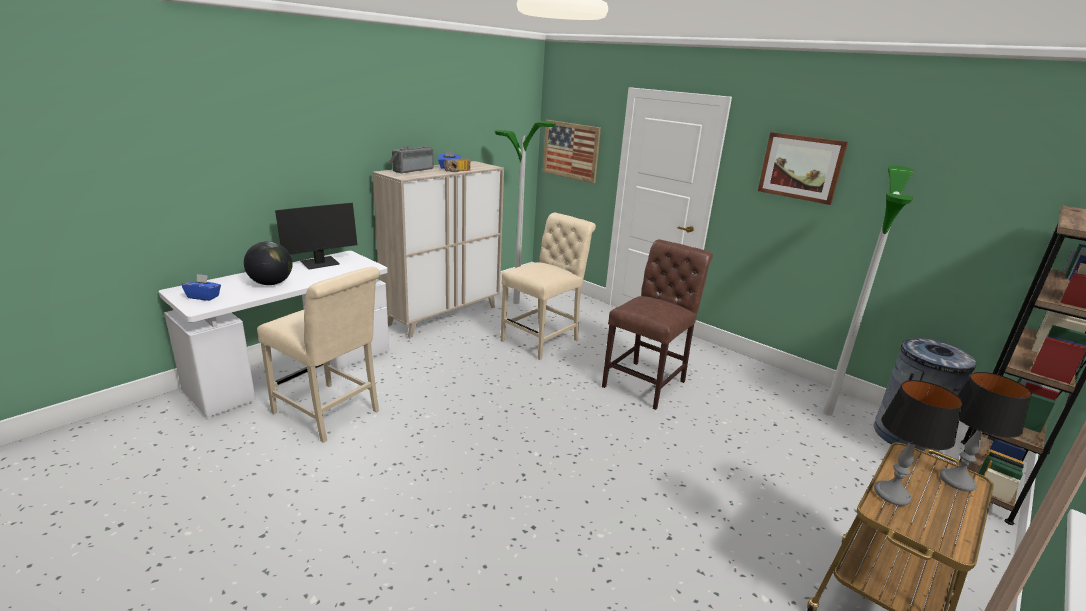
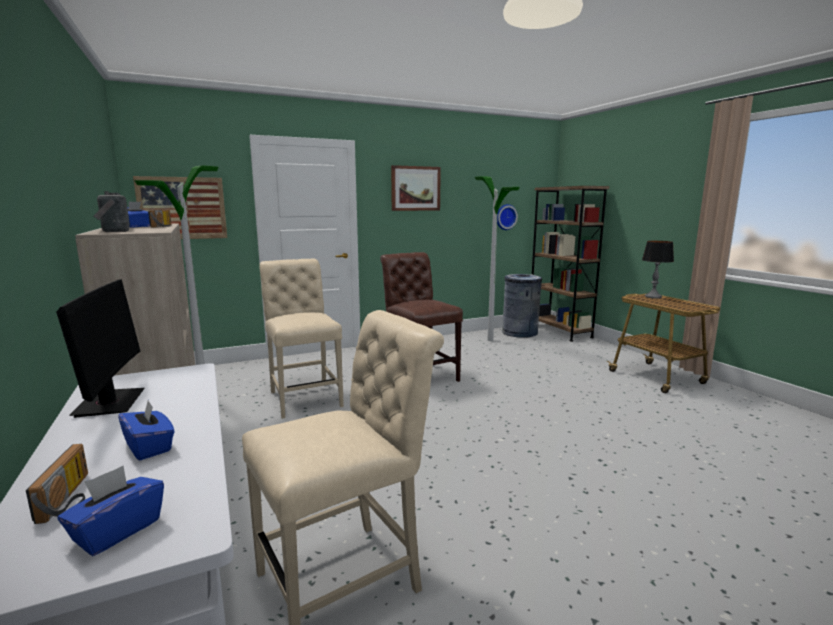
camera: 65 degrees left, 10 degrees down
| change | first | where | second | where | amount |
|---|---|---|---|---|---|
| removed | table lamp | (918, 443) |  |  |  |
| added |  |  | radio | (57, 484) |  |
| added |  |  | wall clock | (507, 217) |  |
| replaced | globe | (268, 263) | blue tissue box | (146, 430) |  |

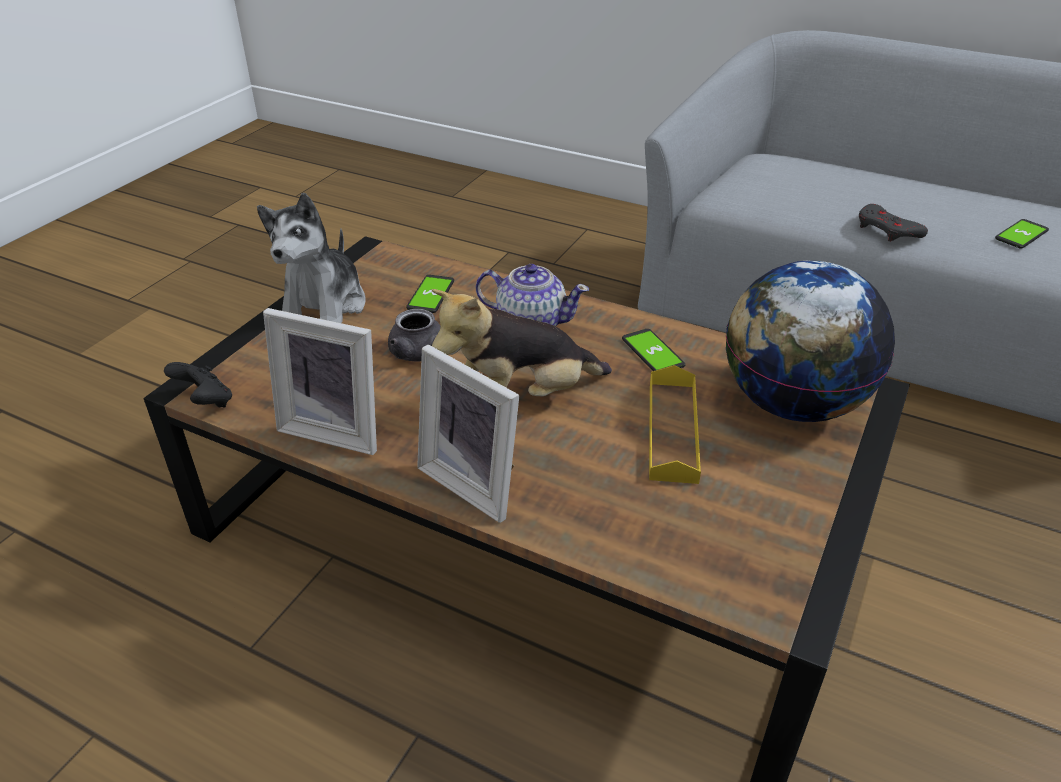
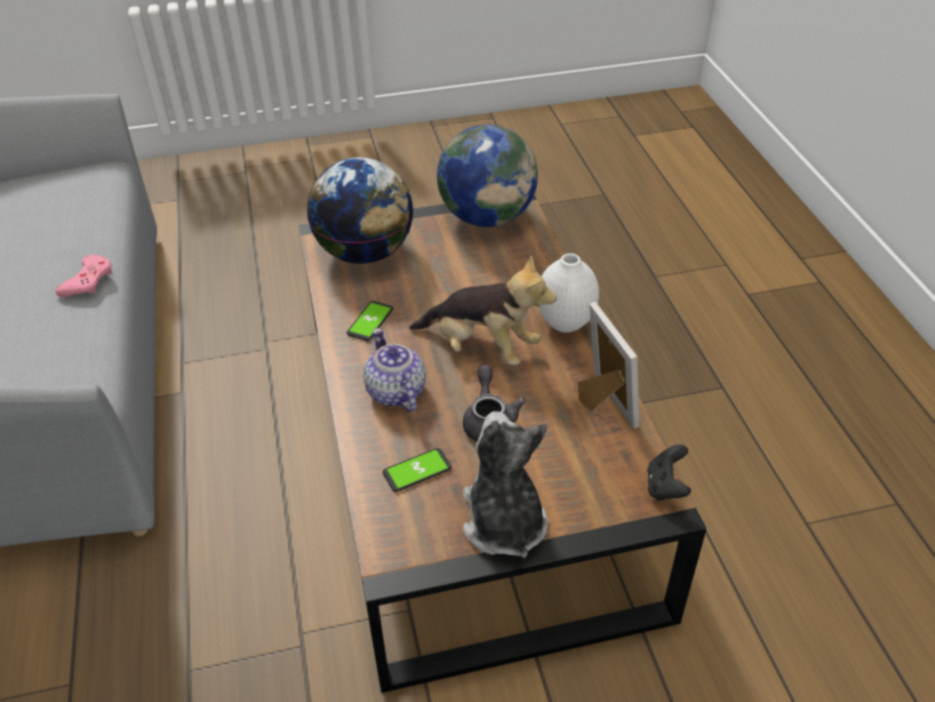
camera: 130 degrees left, 5 degrees up
| change | first | where | second | where | amount |
|---|---|---|---|---|---|
| removed | yellow tray | (675, 424) |  |  |  |
| removed | phone | (1022, 233) |  |  |  |
| added |  |  | globe | (487, 176) |  |
| replaced | picture frame | (468, 433) | white vase | (568, 293) |  |
| recoloured | grey game controller | (893, 223) | pink game controller | (84, 275) |  |
| turned | plush toy | (311, 258) |  | (505, 484) | 75 degrees counterclockwise |

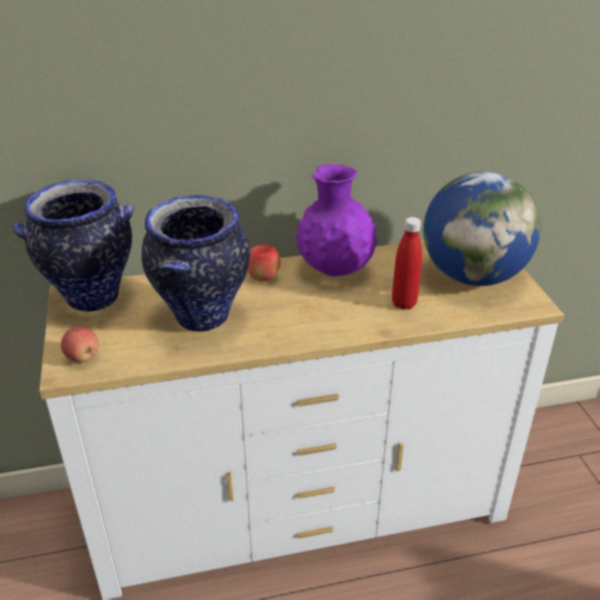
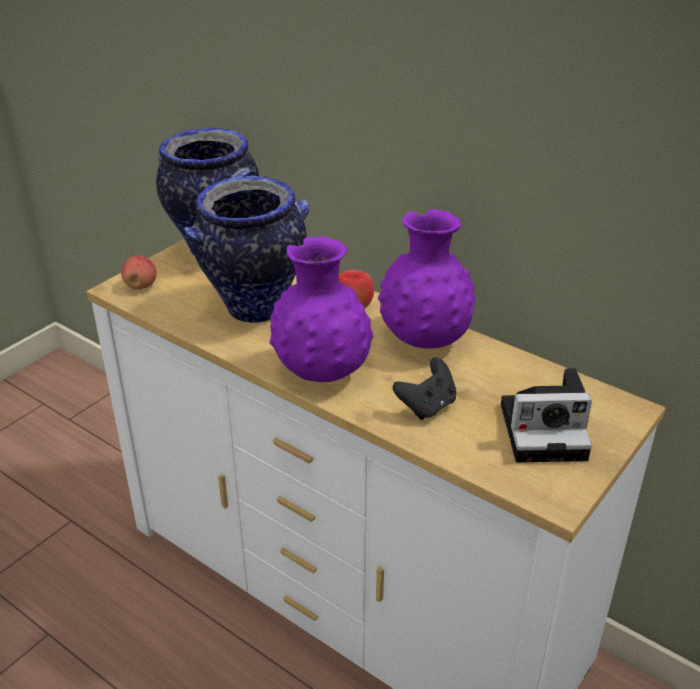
camera: 50 degrees right, 0 degrees up
| change | first | where | second | where | amount |
|---|---|---|---|---|---|
| added |  |  | purple vase | (321, 309) |  |
| replaced | red bottle | (407, 263) | black game controller | (425, 389) |  |
| replaced | globe | (482, 229) | photo camera | (546, 415) |  |

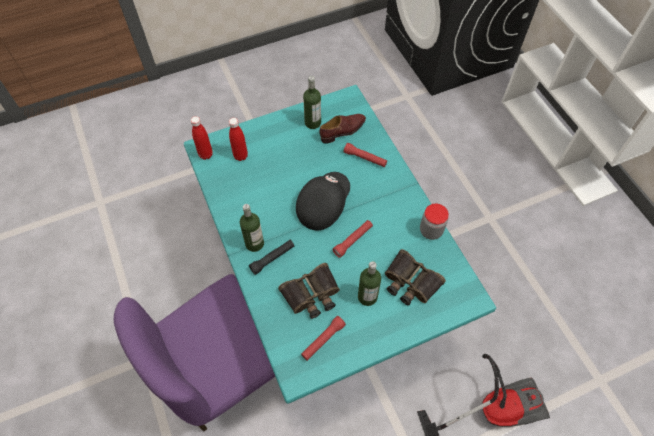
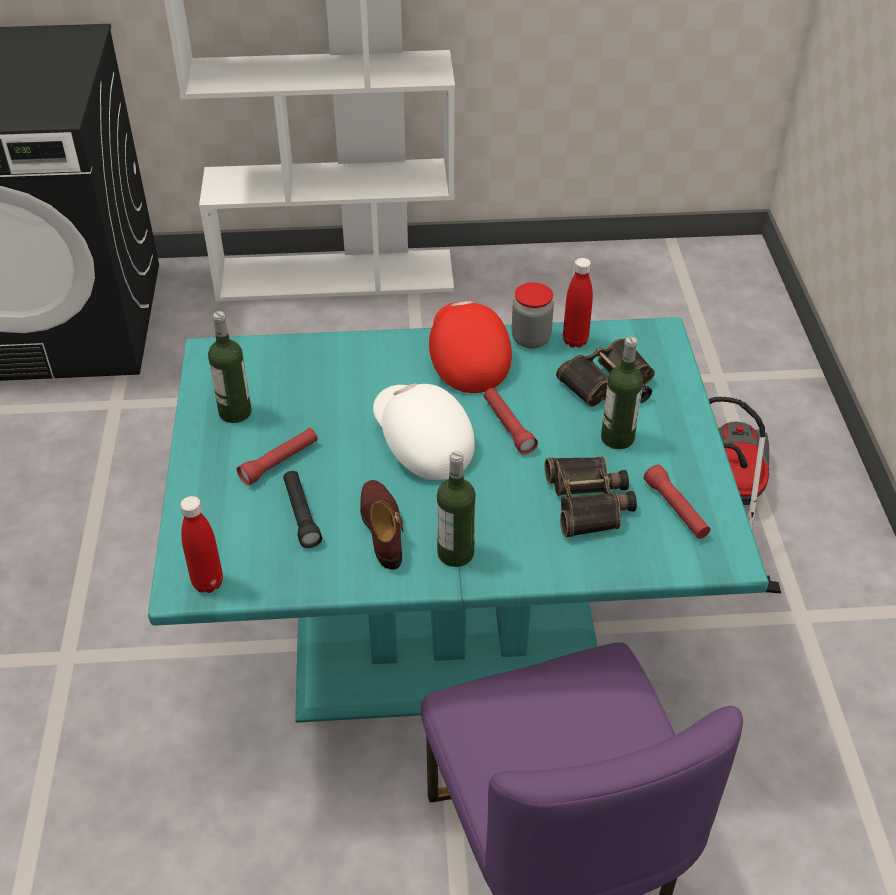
camera: 70 degrees left, 15 degrees down
| change | first | where | second | where | amount |
|---|---|---|---|---|---|
| added |  |  | red cap | (470, 347) |  |
| moved | red bottle | (238, 139) |  | (578, 303) |  |
| moved | black flashlight | (272, 257) |  | (302, 509) |  |
| moved | brown shoe | (342, 129) |  | (381, 525) |  |
| moved | red flashlight | (365, 155) |  | (277, 457) |  |
| recoloured | black cap | (323, 201) | white cap | (424, 431) |  |

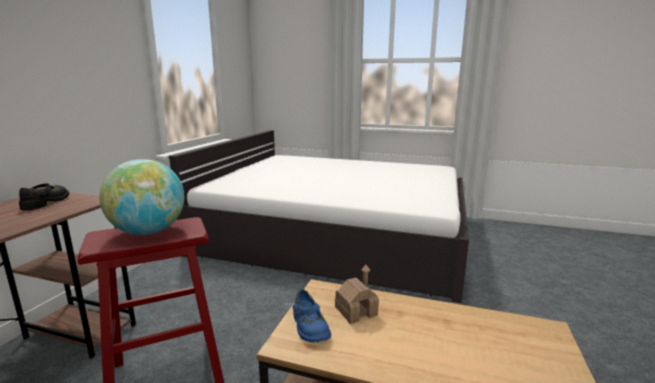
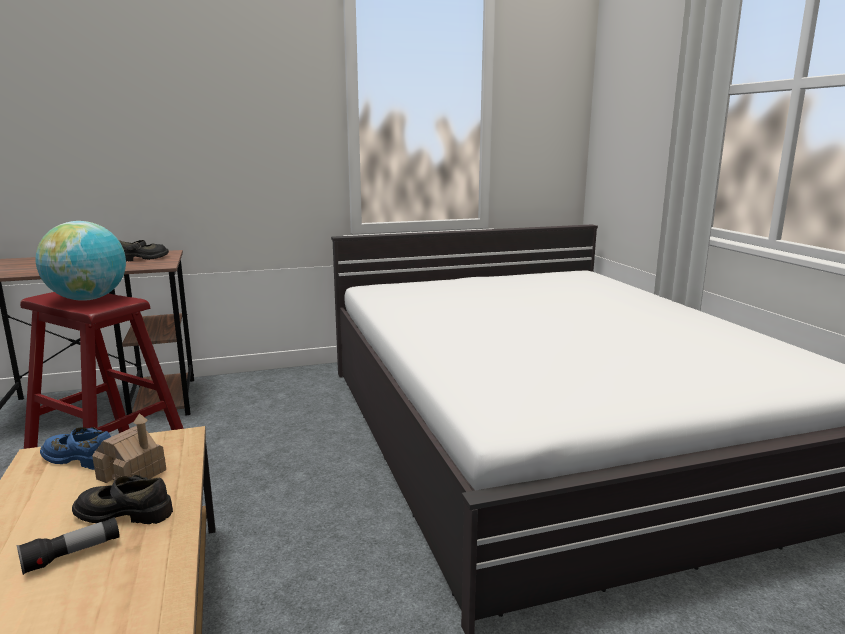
camera: 55 degrees right, 0 degrees up
| change | first | where | second | where | amount |
|---|---|---|---|---|---|
| added |  |  | flashlight | (68, 546) |  |
| added |  |  | black shoe | (122, 499) |  |
| turned | blue shoe | (312, 315) |  | (75, 448) | 75 degrees clockwise |

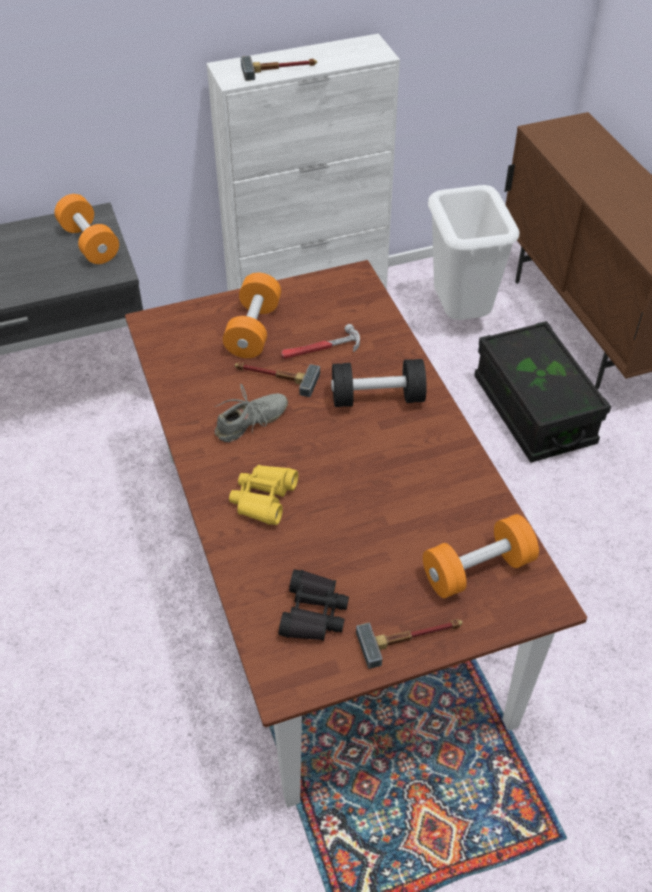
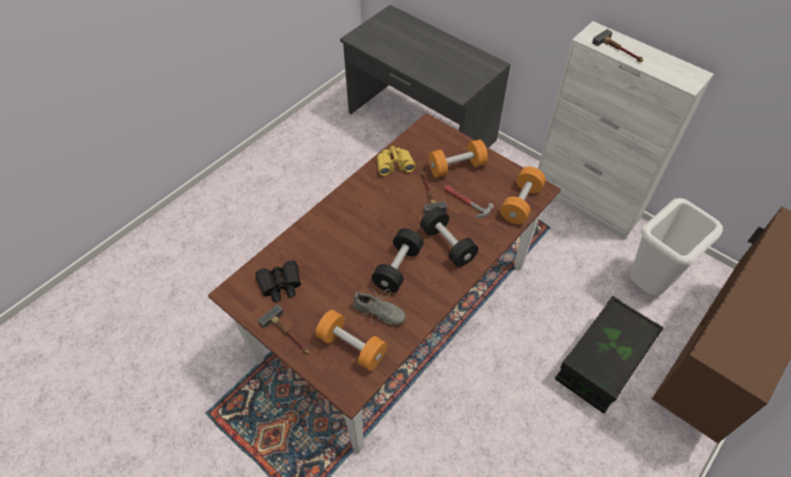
camera: 60 degrees right, 5 degrees up
| change | first | where | second | where | amount |
|---|---|---|---|---|---|
| added |  |  | black dumbbell | (398, 260) |  |
| moved | orange dumbbell | (86, 229) |  | (523, 195) |  |
| moved | grey shoe | (251, 413) |  | (379, 305) |  |
| moved | yellow binoculars | (263, 495) |  | (396, 161) |  |

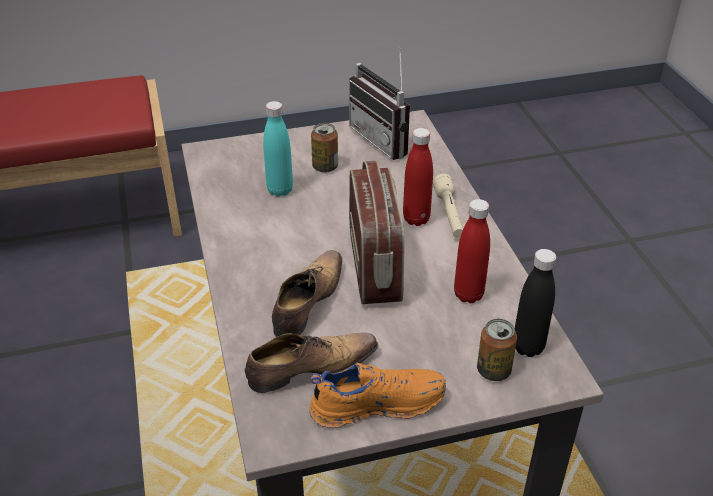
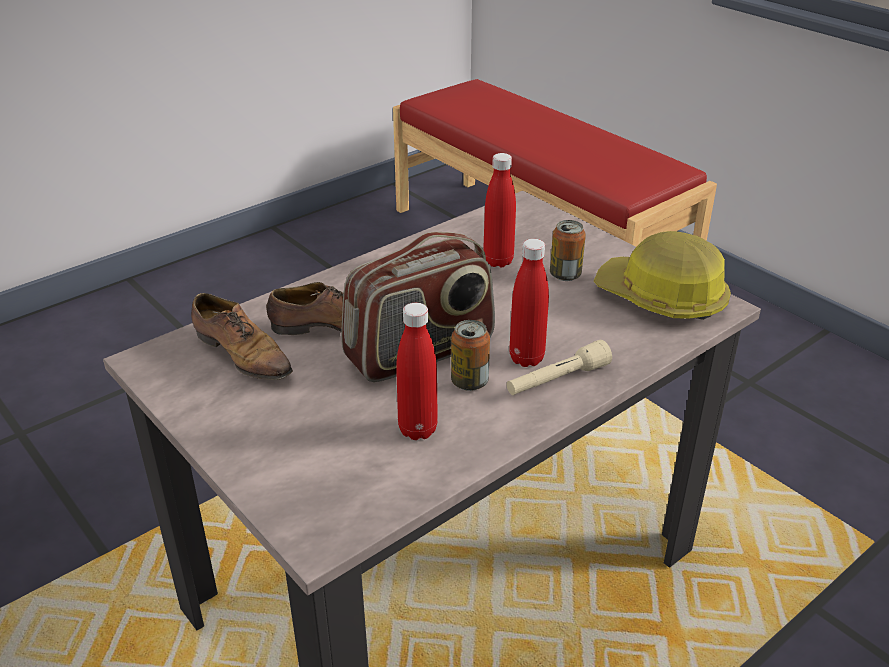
camera: 65 degrees right, 5 degrees down
| change | first | where | second | where | amount |
|---|---|---|---|---|---|
| removed | orange shoe | (377, 395) |  |  |  |
| removed | black bottle | (535, 303) |  |  |  |
| moved | can | (497, 350) |  | (470, 355) |  |
| replaced | radio | (379, 104) | hard hat | (662, 275) |  |
| recoloured | turquoise bottle | (278, 149) | red bottle | (499, 210) |  |

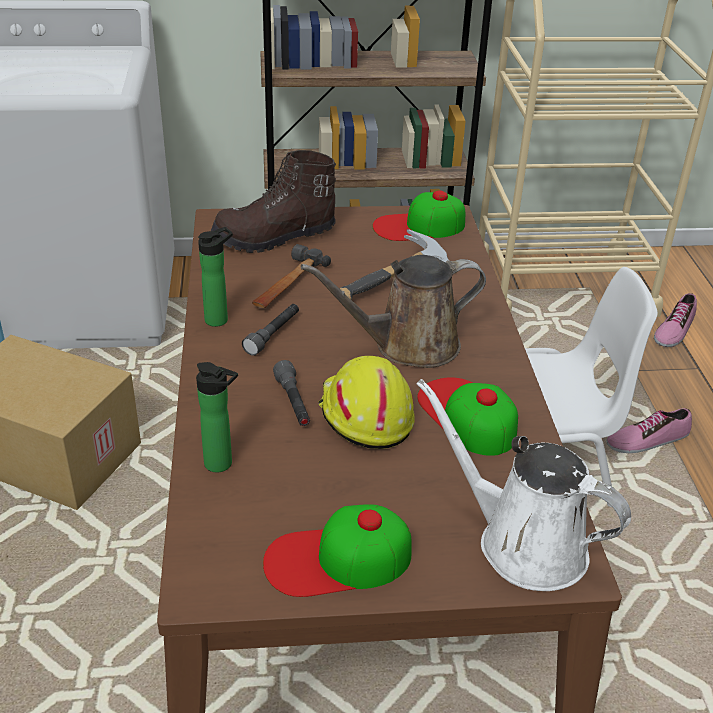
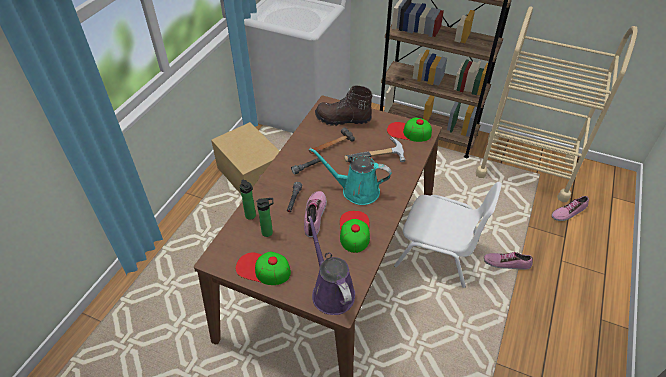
camera: 30 degrees right, 10 degrees up
| change | first | where | second | where | amount |
|---|---|---|---|---|---|
| moved | bottle | (215, 277) |  | (264, 217) |  |
| replaced | yellow hard hat | (366, 402) | shoe | (315, 214) |  |
| recoloured | brown watering can | (393, 311) | turquoise watering can | (350, 176) |  |
| recoloured | white watering can | (523, 485) | purple watering can | (331, 265) |  |

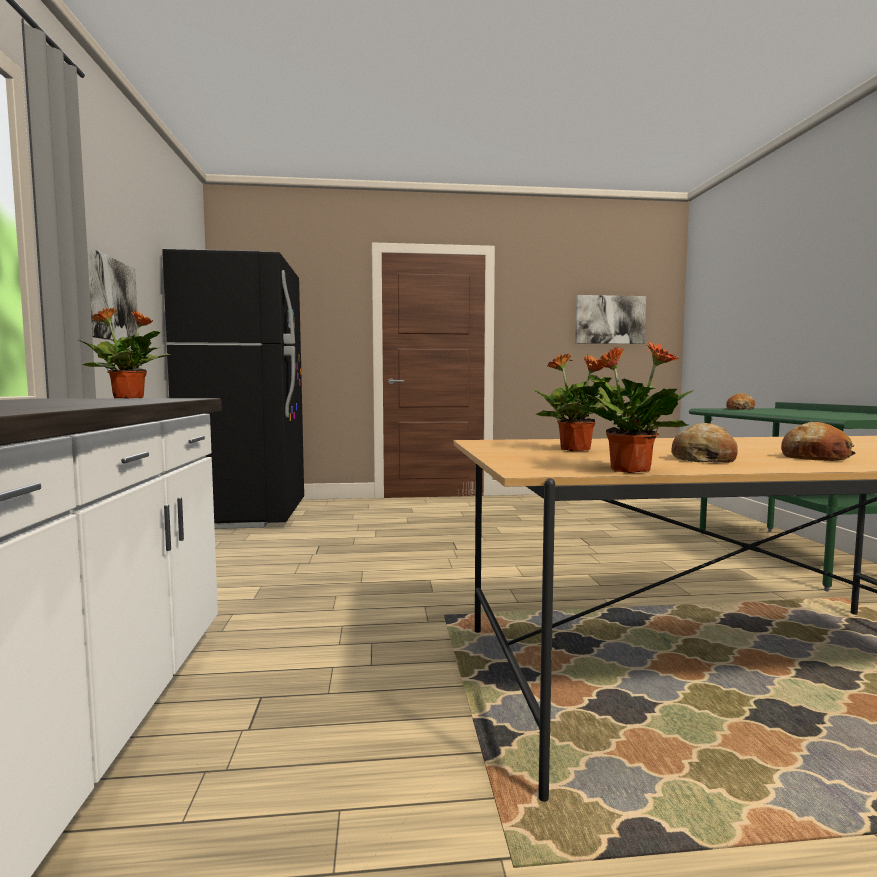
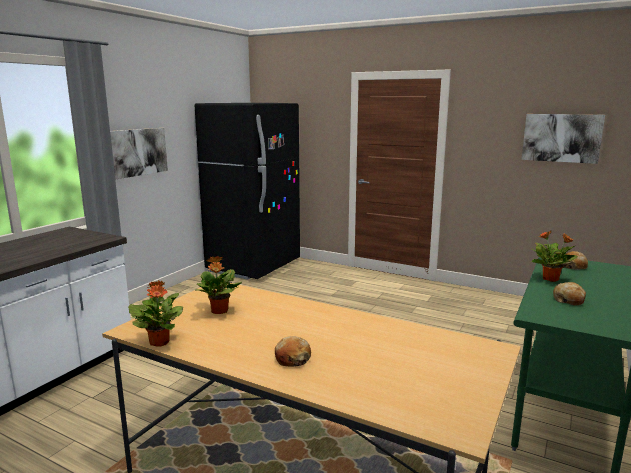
camera: 35 degrees right, 10 degrees up
| change | first | where | second | where | amount |
|---|---|---|---|---|---|
| moved | potted plant | (124, 353) |  | (554, 256) |  |
| moved | bread | (704, 443) |  | (569, 293) |  |

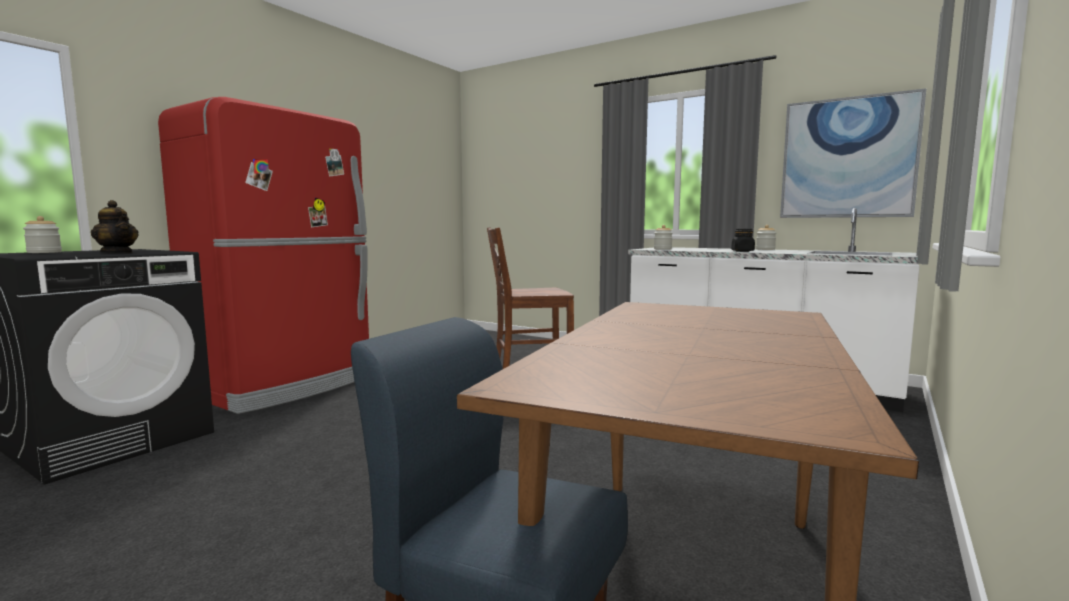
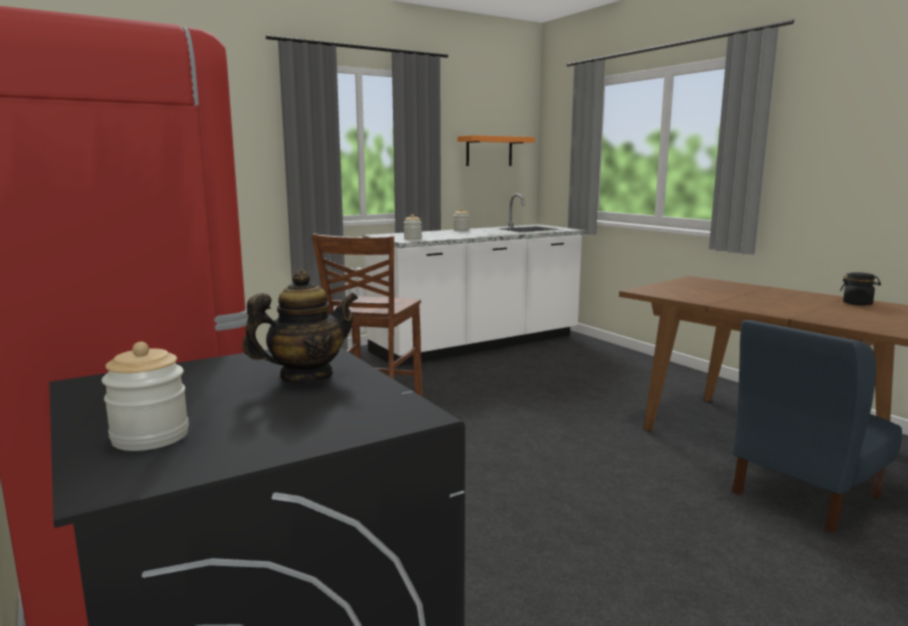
camera: 65 degrees left, 5 degrees up
| change | first | where | second | where | amount |
|---|---|---|---|---|---|
| moved | black jar | (743, 240) |  | (860, 288) |  |
| replaced | picture | (853, 153) | orange shelf | (496, 150) |  |

